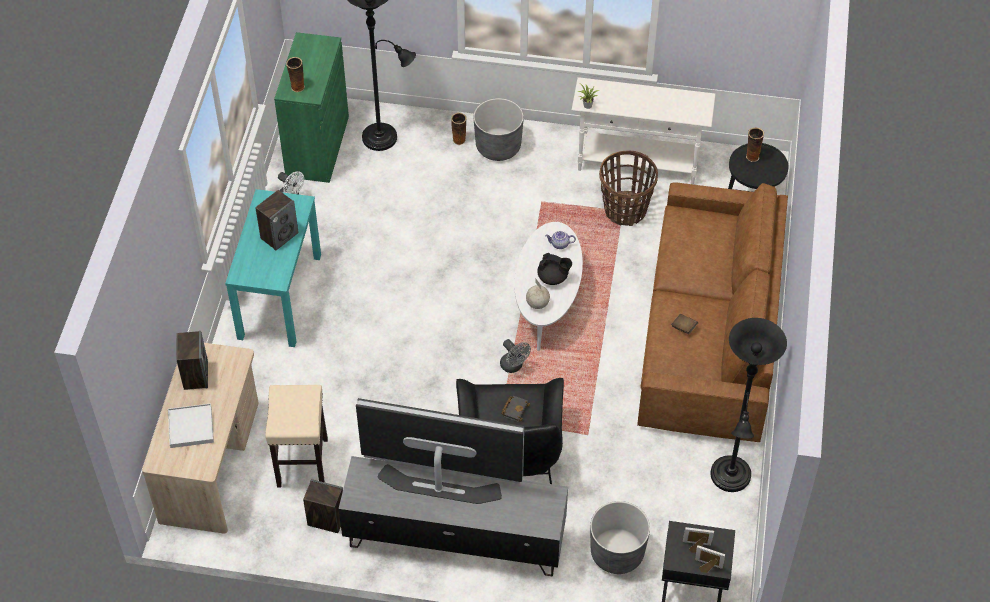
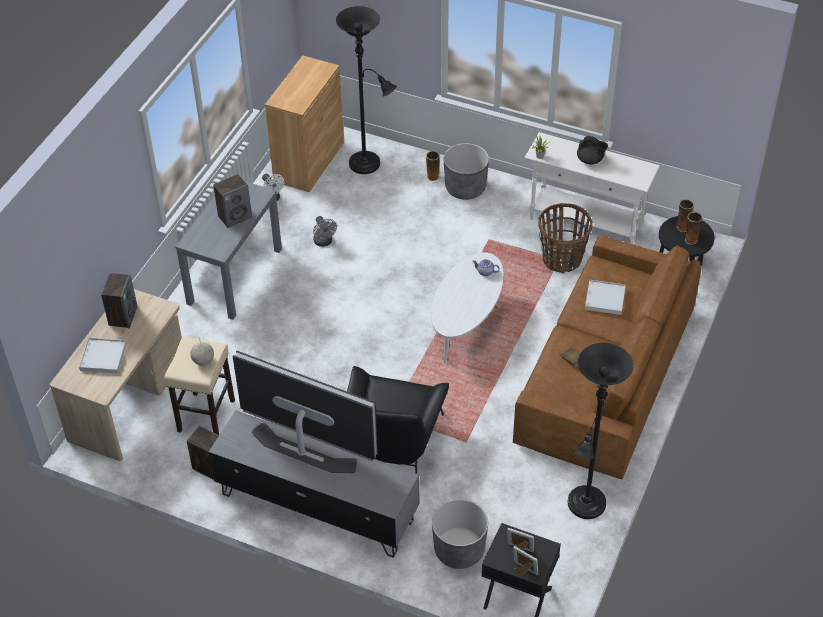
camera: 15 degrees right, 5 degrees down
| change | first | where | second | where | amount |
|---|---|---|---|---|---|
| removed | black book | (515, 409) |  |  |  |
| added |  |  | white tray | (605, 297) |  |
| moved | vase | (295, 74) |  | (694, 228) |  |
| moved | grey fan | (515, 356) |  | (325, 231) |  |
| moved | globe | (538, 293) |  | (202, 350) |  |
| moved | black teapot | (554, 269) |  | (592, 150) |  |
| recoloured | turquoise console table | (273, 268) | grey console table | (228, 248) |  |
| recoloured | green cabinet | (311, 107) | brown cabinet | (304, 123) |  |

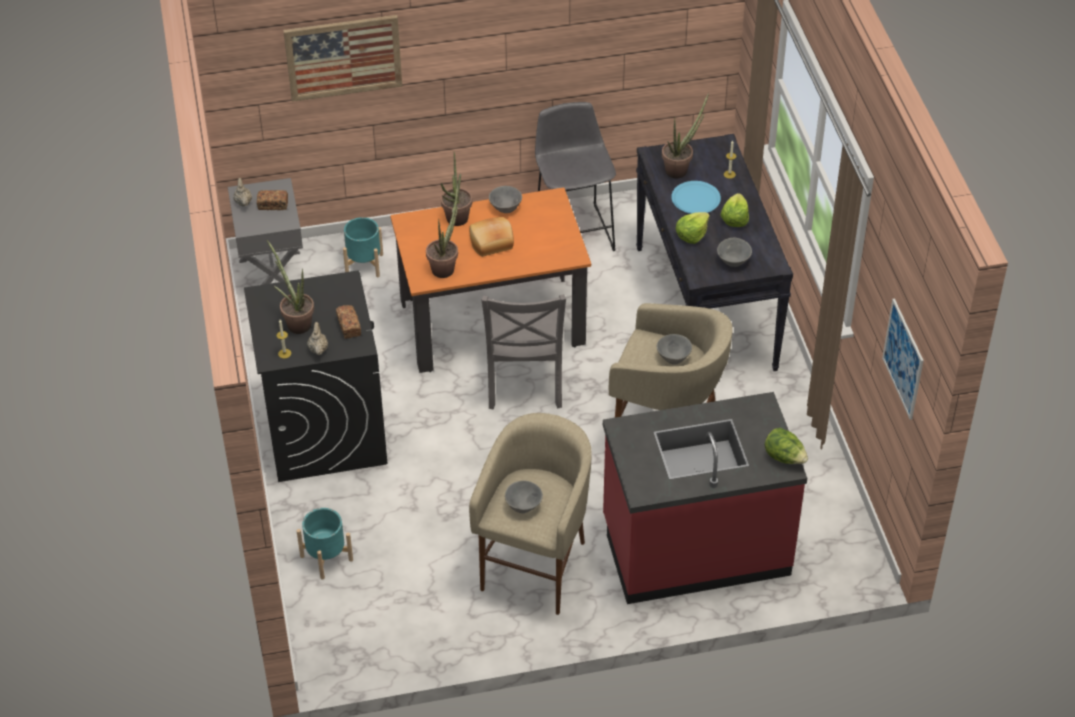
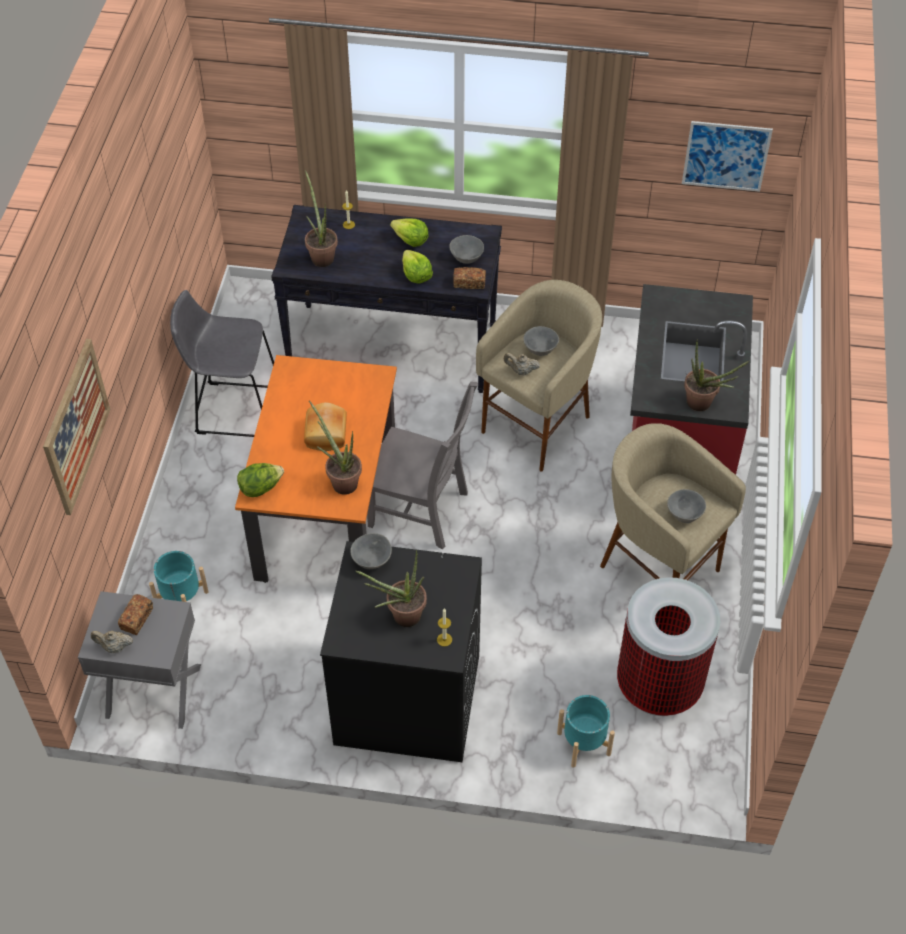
camera: 70 degrees left, 5 degrees up
| change | first | where | second | where | amount |
|---|---|---|---|---|---|
| removed | blue plate | (696, 197) |  |  |  |
| added |  |  | trash can | (668, 646) |  |
| moved | beige teapot | (317, 338) |  | (522, 364) |  |
| moved | bread | (348, 322) |  | (469, 278) |  |
| moved | potted plant | (456, 188) |  | (716, 375) |  |
| moved | grey bowl | (505, 199) |  | (371, 551) |  |
| moved | lettuce | (786, 446) |  | (260, 480) |  |

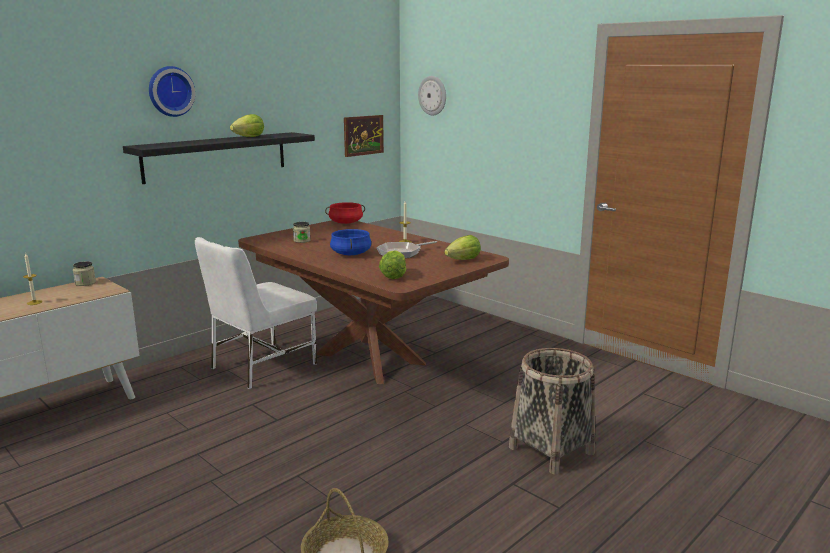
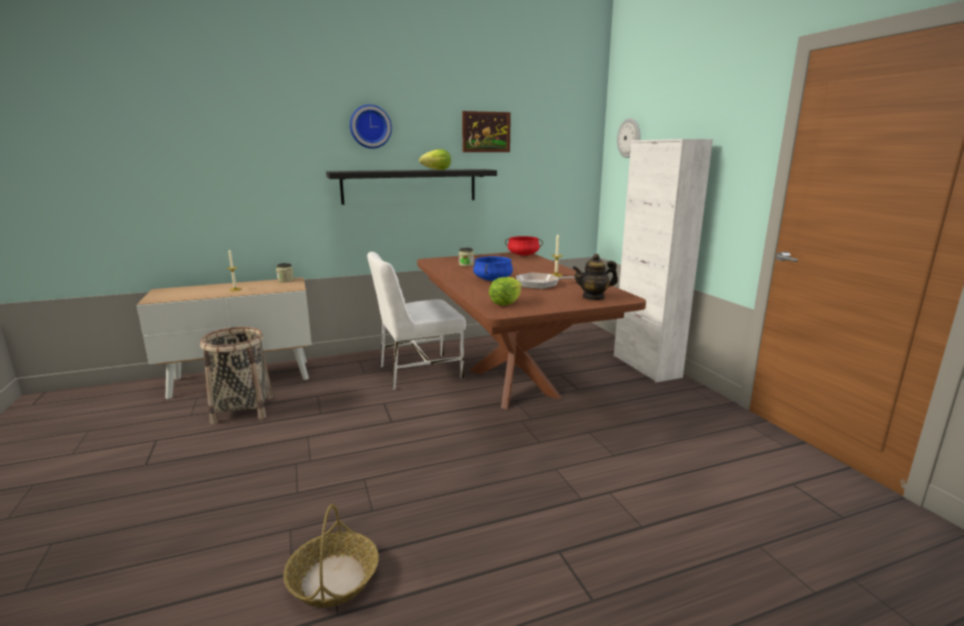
camera: 25 degrees right, 0 degrees up
| change | first | where | second | where | amount |
|---|---|---|---|---|---|
| added |  |  | white cabinet | (663, 260) |  |
| moved | picture | (364, 136) |  | (486, 131) |  |
| moved | basket | (552, 411) |  | (236, 375) |  |
| replaced | lettuce | (462, 247) | teapot | (595, 277) |  |

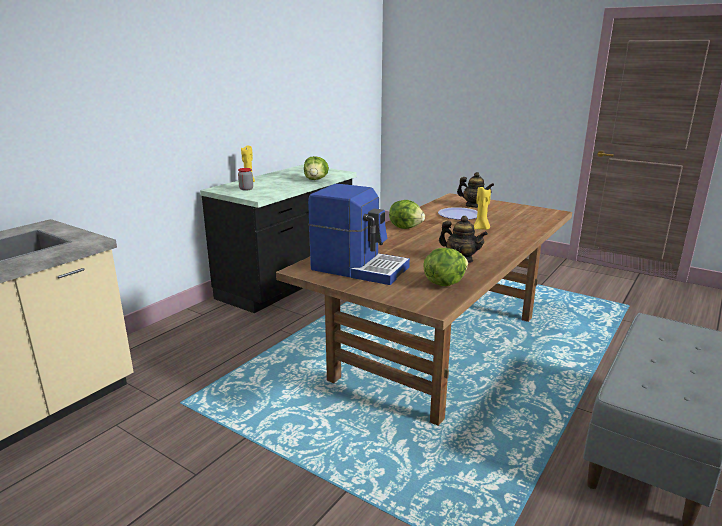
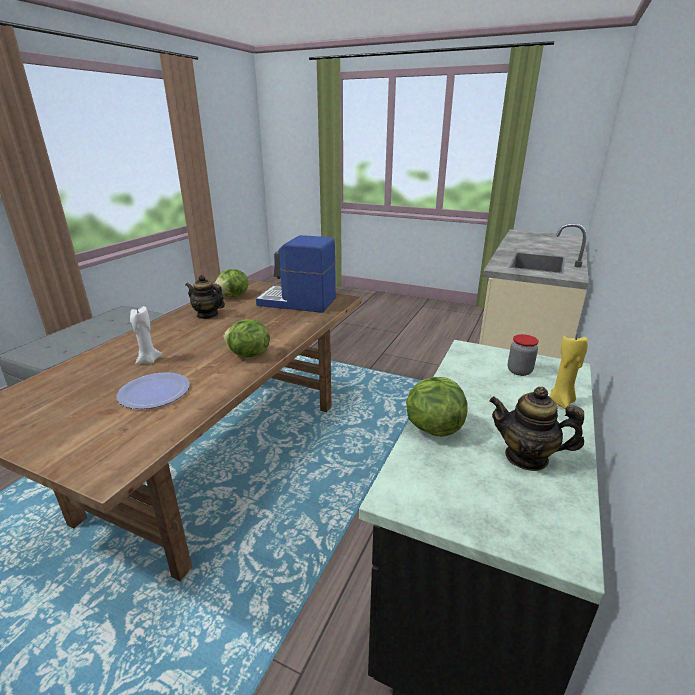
camera: 170 degrees right, 5 degrees up
| change | first | where | second | where | amount |
|---|---|---|---|---|---|
| moved | teapot | (475, 190) |  | (536, 429) |  |
| recoloured | yellow candle | (482, 208) | white candle | (146, 335) |  |

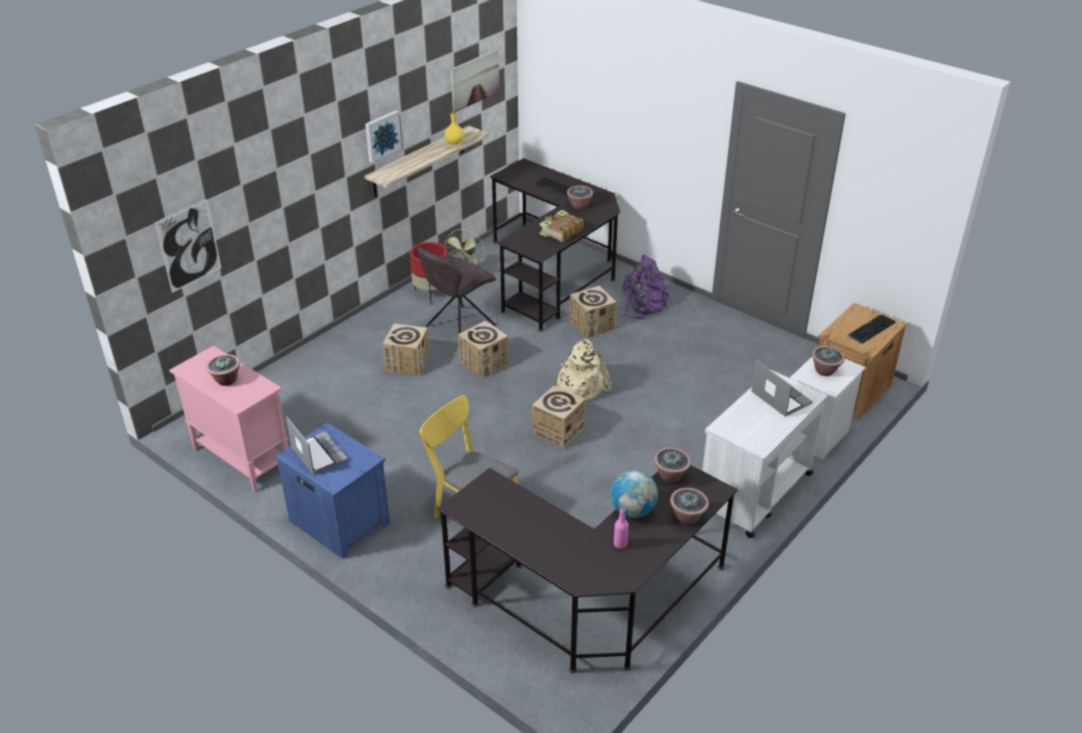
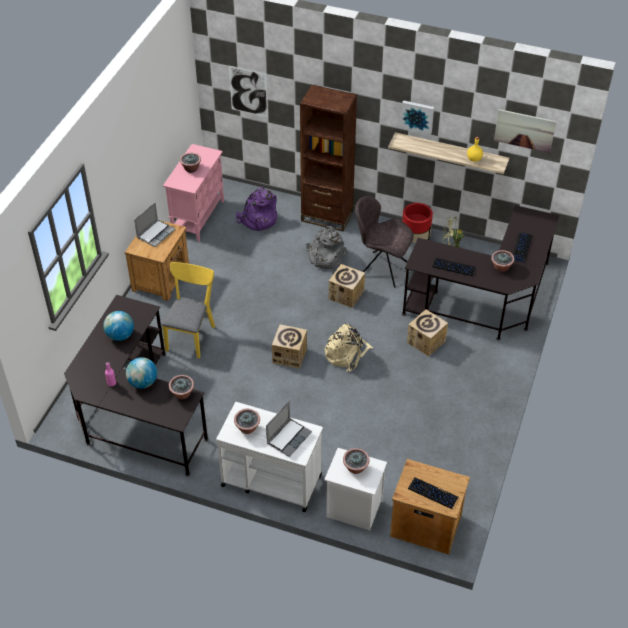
camera: 70 degrees right, 10 degrees up
| change | first | where | second | where | amount |
|---|---|---|---|---|---|
| added |  |  | globe | (118, 326) |  |
| added |  |  | brown bookcase | (328, 158) |  |
| moved | purple backpack | (646, 286) |  | (256, 209) |  |
| moved | potted plant | (689, 506) |  | (247, 421) |  |
| replaced | cardboard box | (406, 350) | grey backpack | (327, 247) |  |
| replaced | book | (561, 226) | keyboard | (453, 267) |  |
| recoloured | blue nightstand | (332, 491) | brown nightstand | (157, 261) |  |

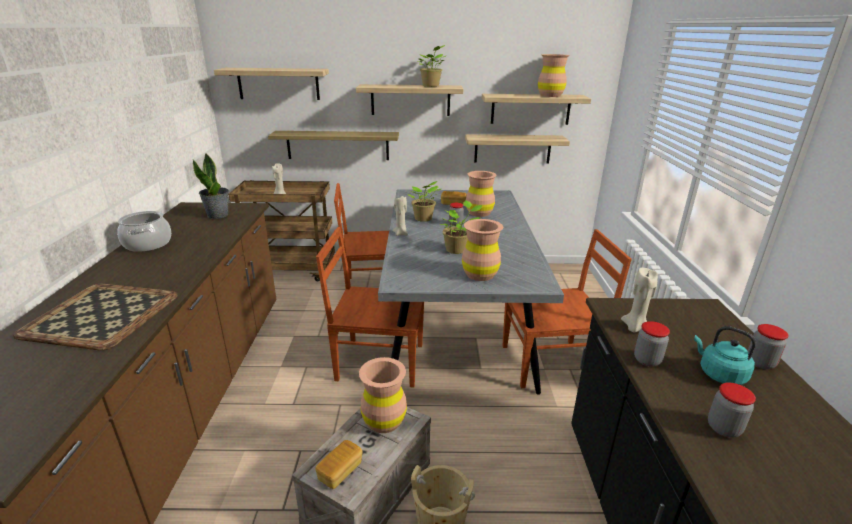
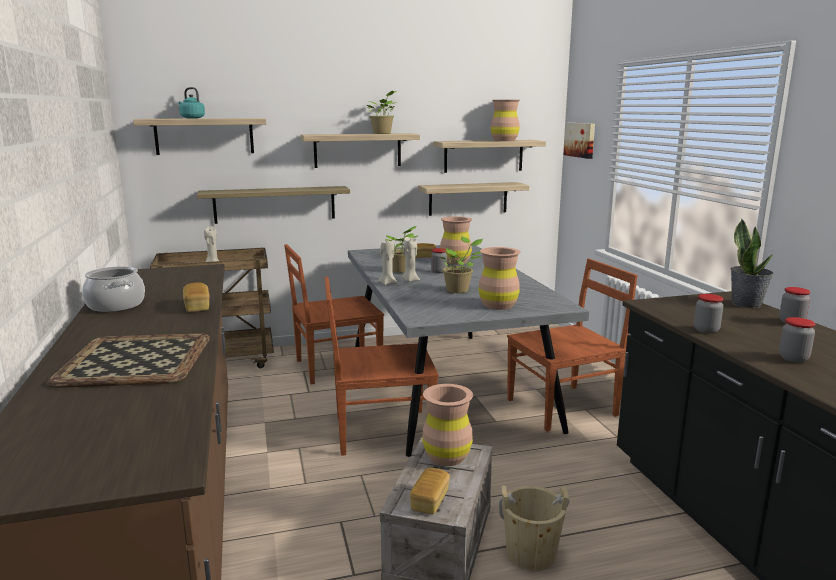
camera: 15 degrees left, 10 degrees down
| change | first | where | second | where | amount |
|---|---|---|---|---|---|
| added |  |  | bread | (196, 297) |  |
| added |  |  | picture | (579, 141) |  |
| moved | potted plant | (211, 186) |  | (752, 263) |  |
| moved | beige candle | (639, 300) |  | (411, 259) |  |
| moved | turquoise kettle | (725, 355) |  | (192, 103) |  |

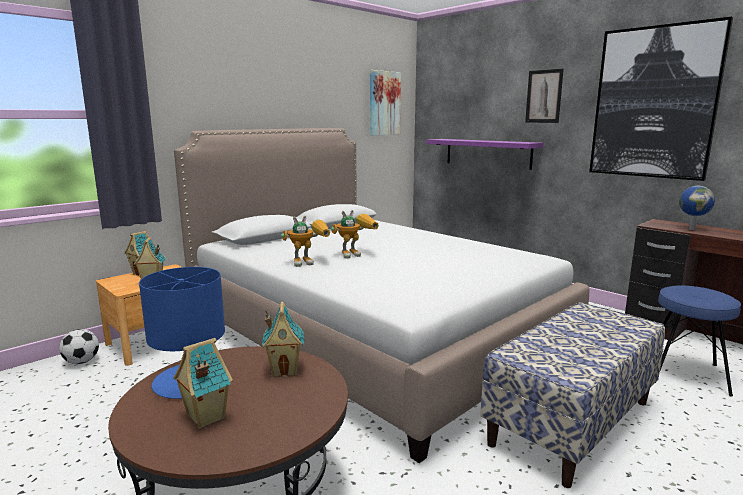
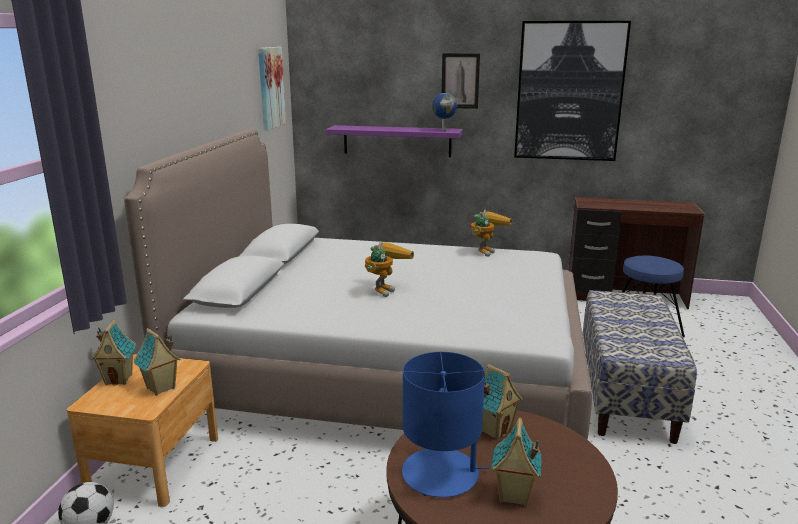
camera: 35 degrees left, 5 degrees up
| change | first | where | second | where | amount |
|---|---|---|---|---|---|
| moved | toy robot | (305, 241) |  | (491, 233) |  |
| moved | globe | (697, 208) |  | (444, 112) |  |

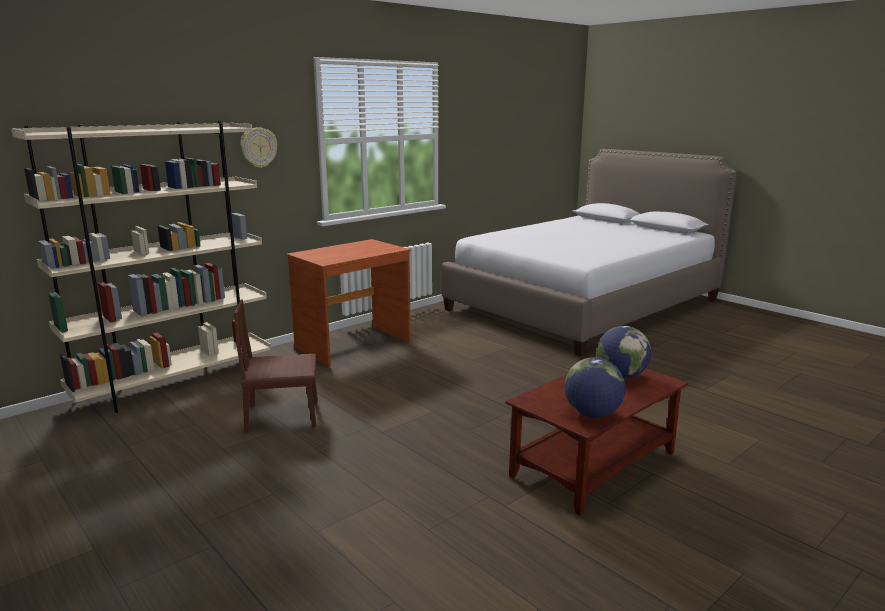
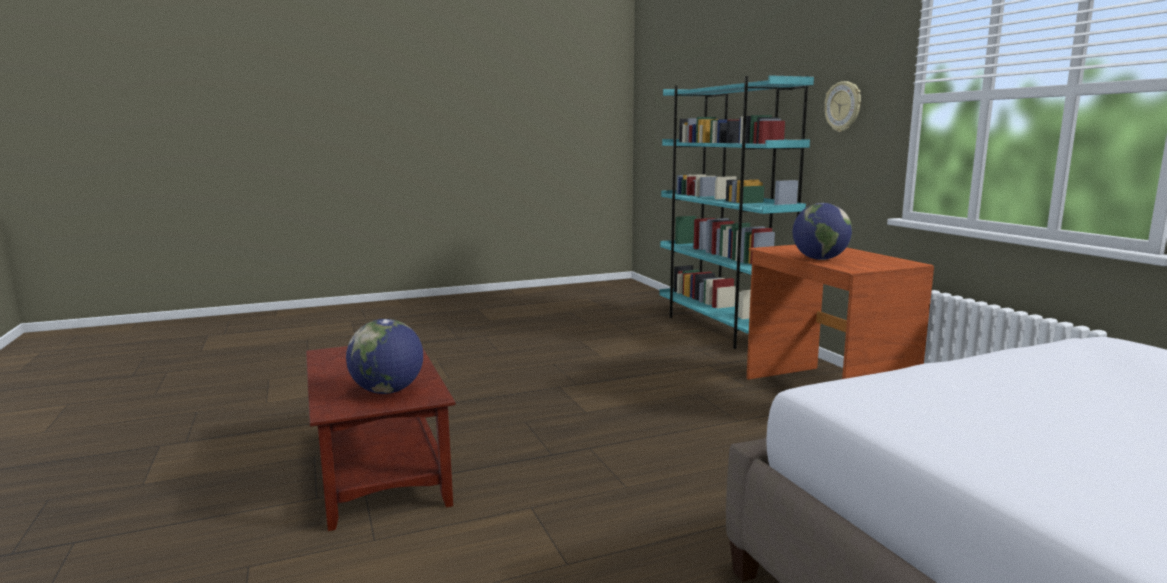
camera: 110 degrees right, 5 degrees down
| change | first | where | second | where | amount |
|---|---|---|---|---|---|
| removed | brown chair | (276, 366) |  |  |  |
| moved | globe | (594, 387) |  | (822, 231) |  |
| recoloured | beige bookcase | (141, 267) | turquoise bookcase | (736, 212) |  |

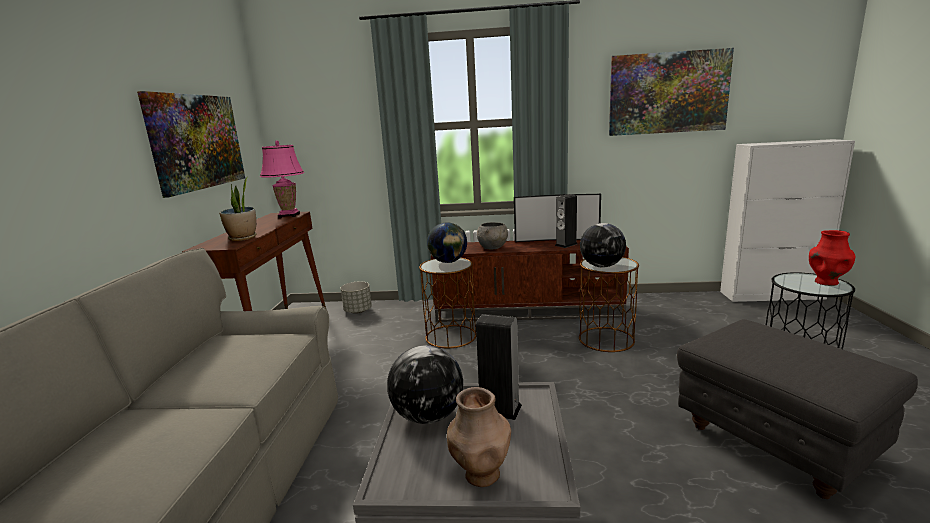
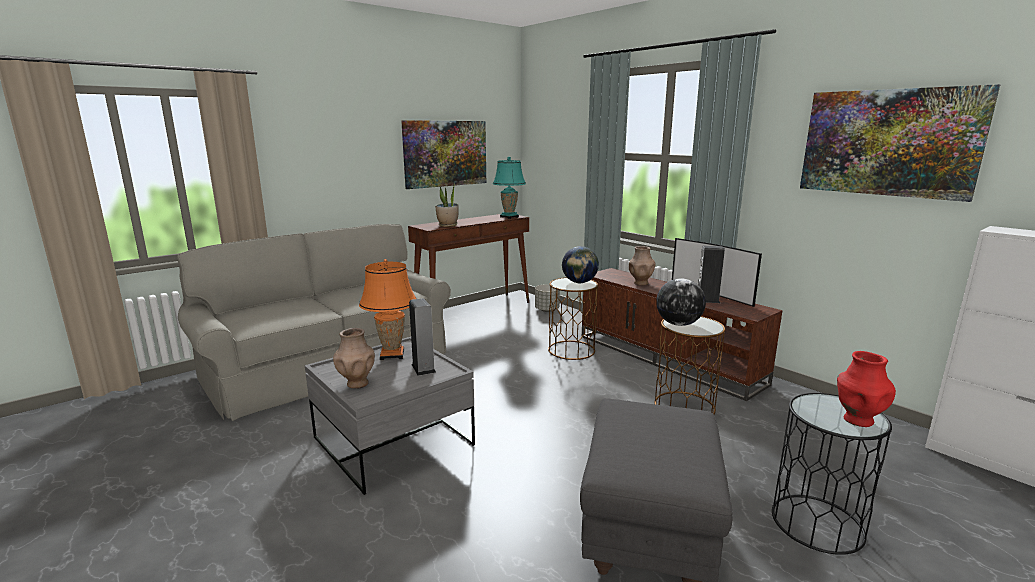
camera: 45 degrees right, 0 degrees up
| change | first | where | second | where | amount |
|---|---|---|---|---|---|
| replaced | globe | (425, 384) | orange table lamp | (388, 309) |  |
| replaced | grey bowl | (492, 235) | brown vase | (642, 266) |  |
| recoloured | pink table lamp | (282, 179) | turquoise table lamp | (509, 188) |  |

